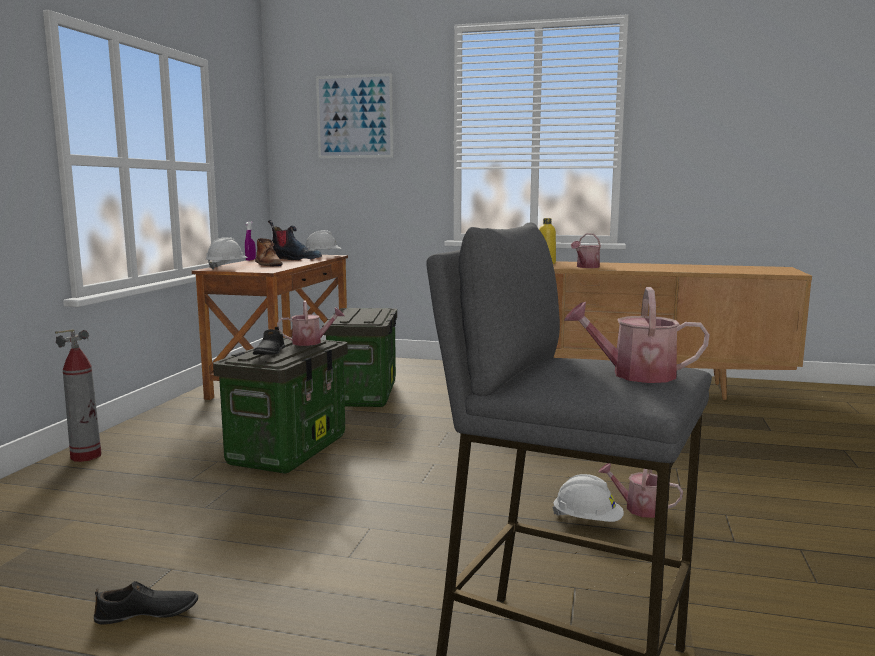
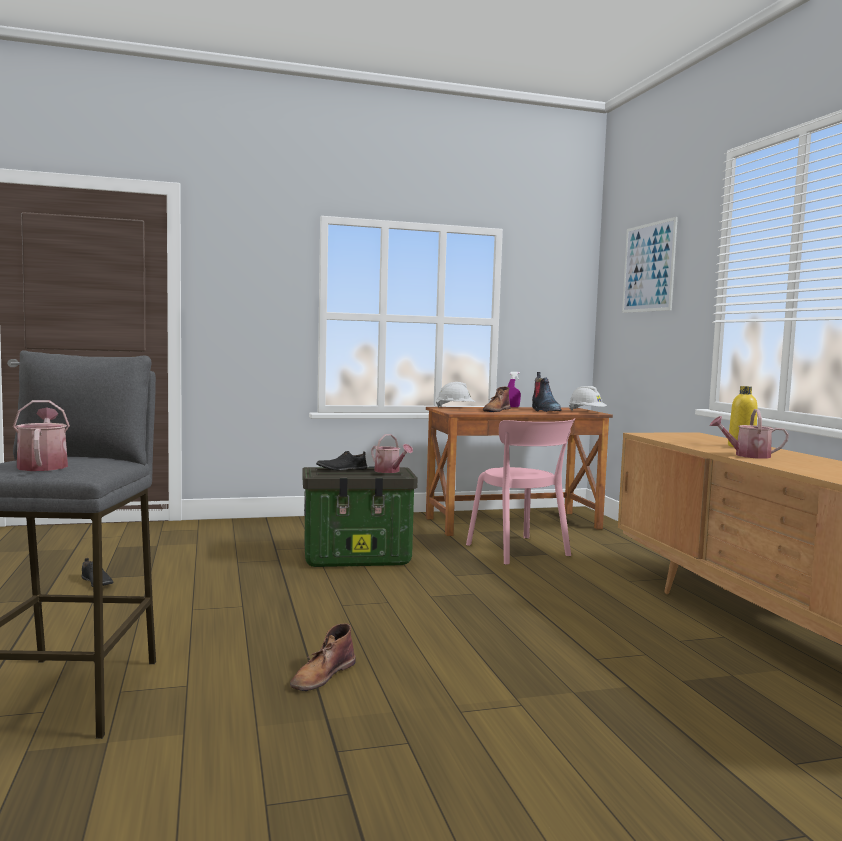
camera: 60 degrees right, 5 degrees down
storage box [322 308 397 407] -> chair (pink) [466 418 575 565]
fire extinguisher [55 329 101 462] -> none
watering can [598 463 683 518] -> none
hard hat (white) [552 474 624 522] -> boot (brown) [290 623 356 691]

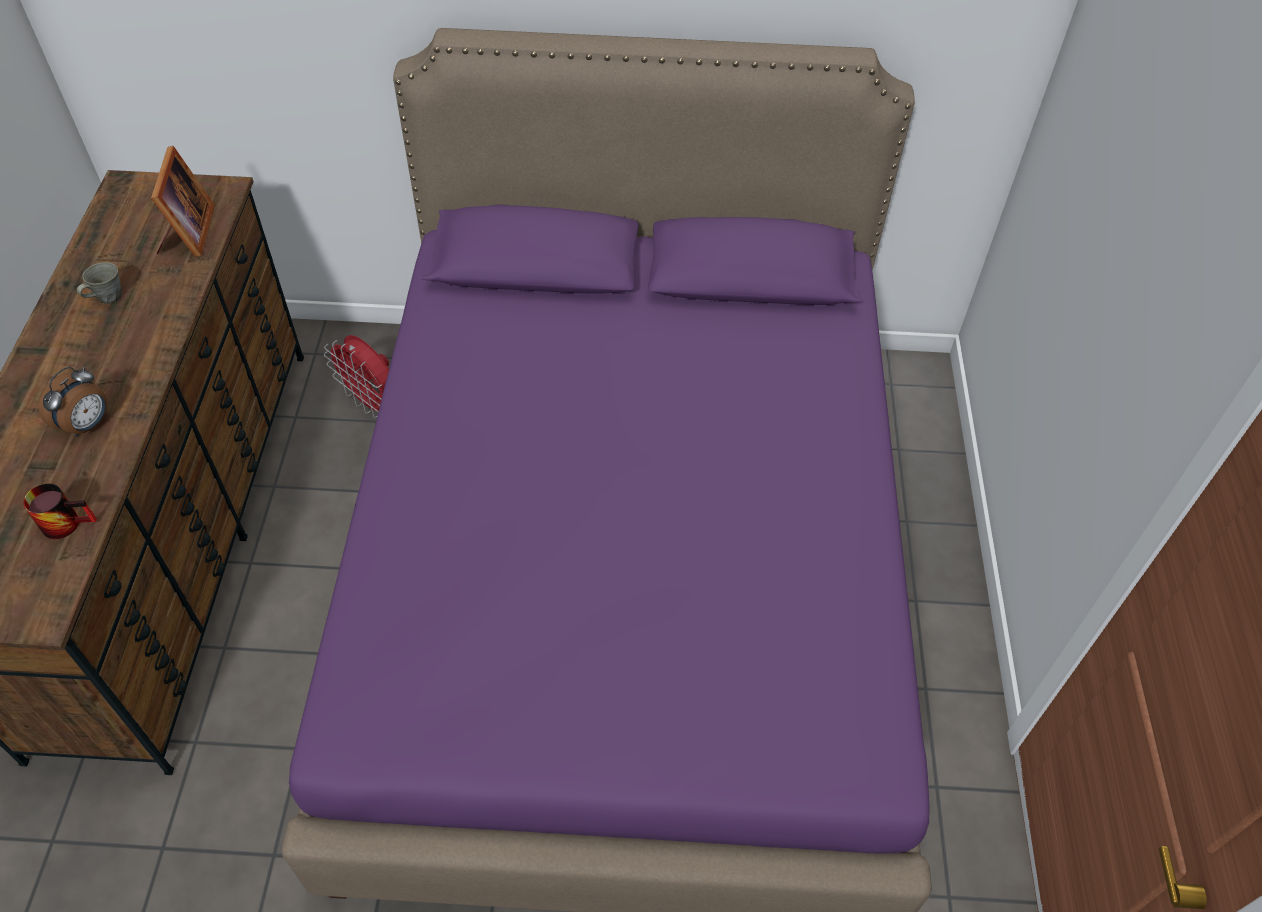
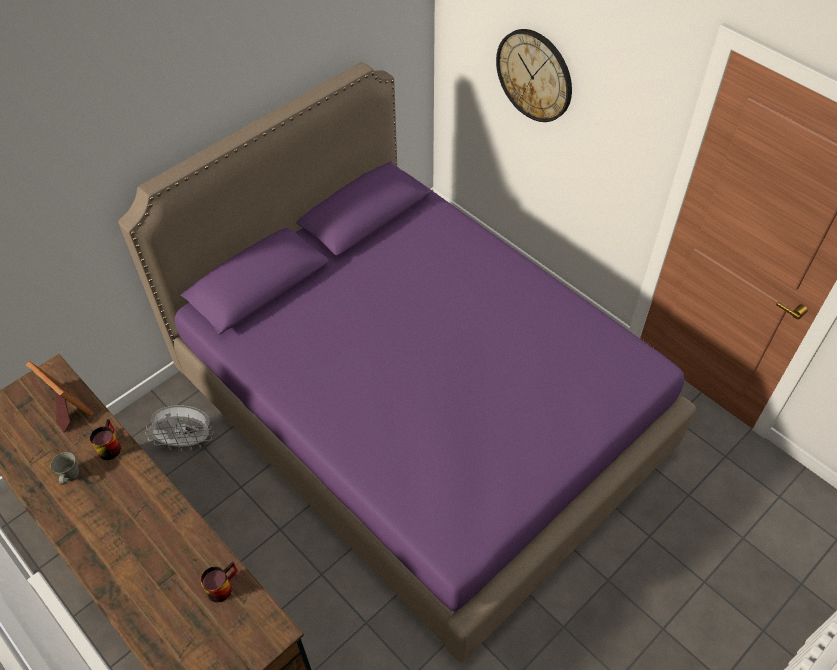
camera: 45 degrees left, 0 degrees up
fan (red) [324 335 389 418] -> fan (white) [145 405 213 451]
alarm clock [39 367 107 437] -> none
none -> wall clock [496 29 572 122]
none -> mug [90 419 121 460]

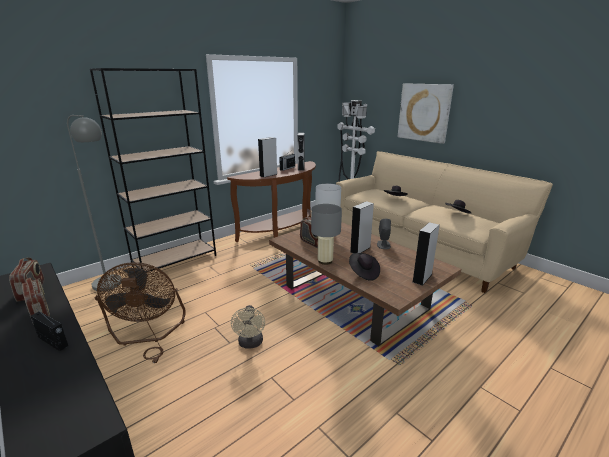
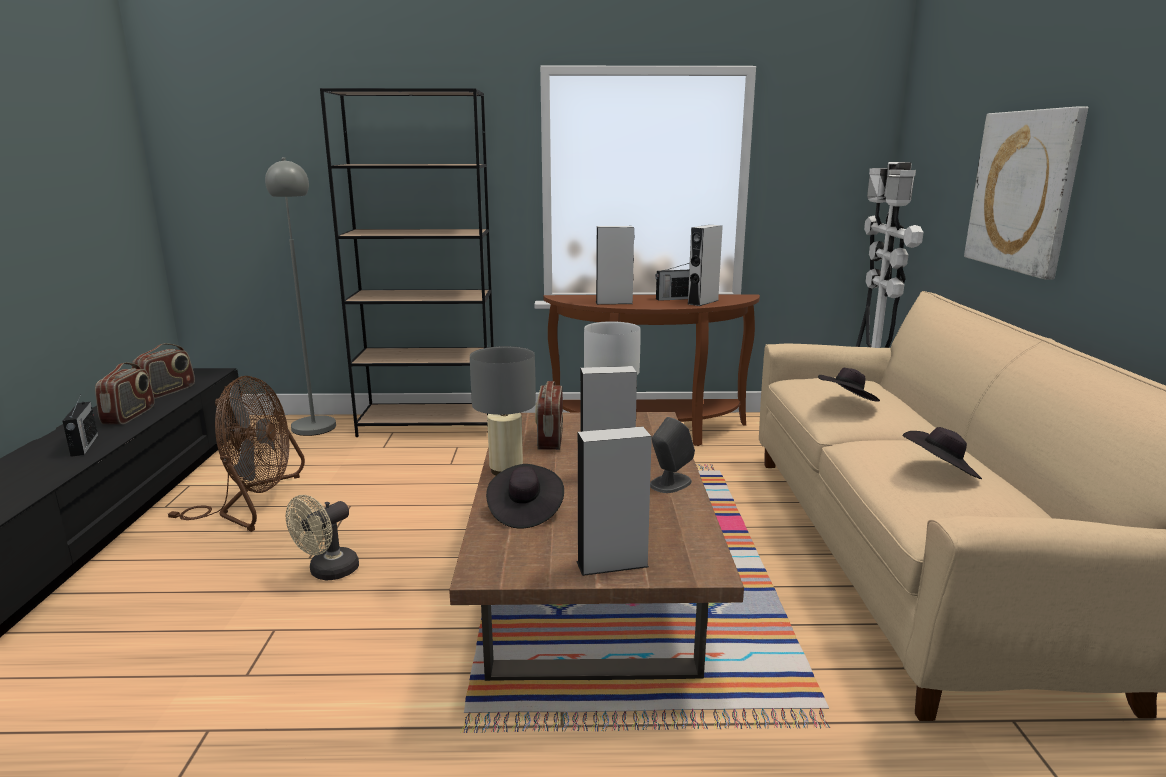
camera: 40 degrees right, 5 degrees down
fan (brown) [95 262 186 363] -> fan (brown) [167 376 305 532], 60 degrees clockwise

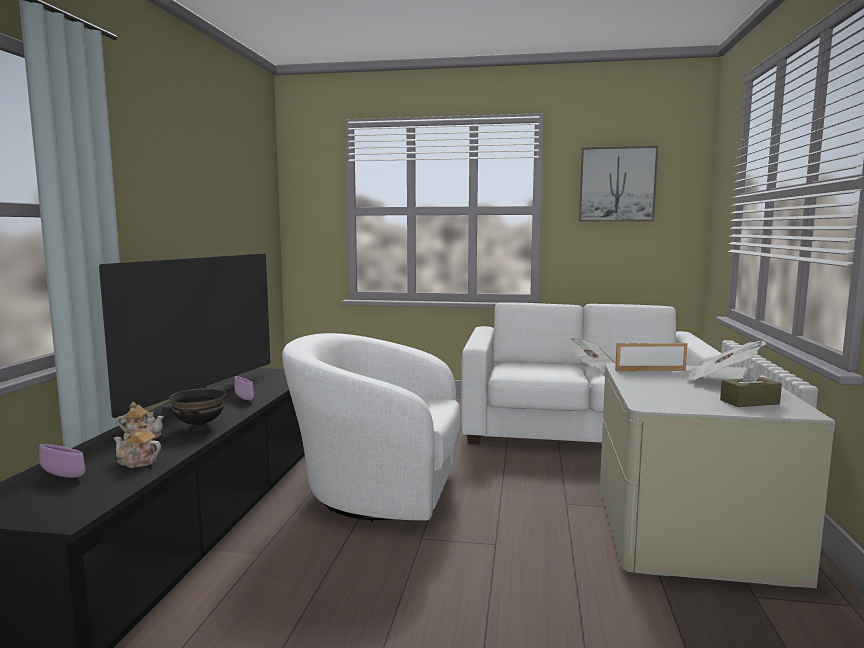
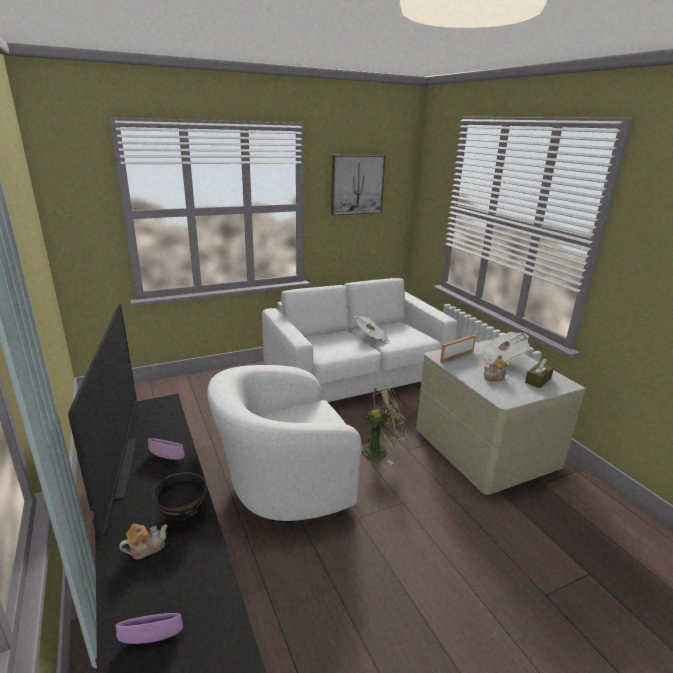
camera: 35 degrees left, 15 degrees up
teapot [114 422 161 468] -> teapot [484 355 509 381], shifted
none -> fan (green) [361 385 407 465]

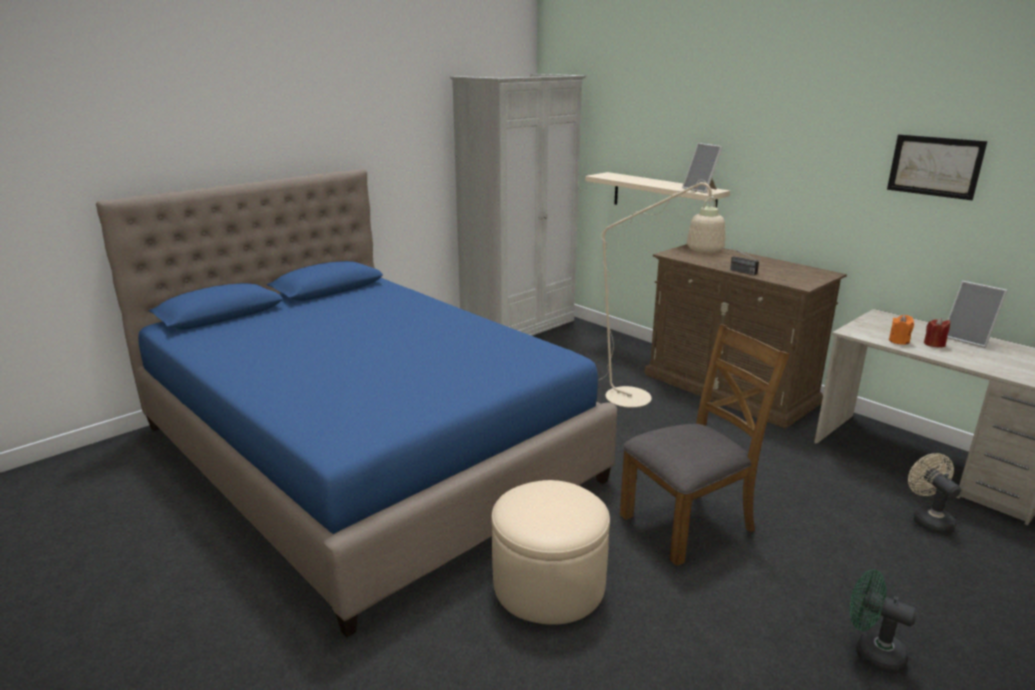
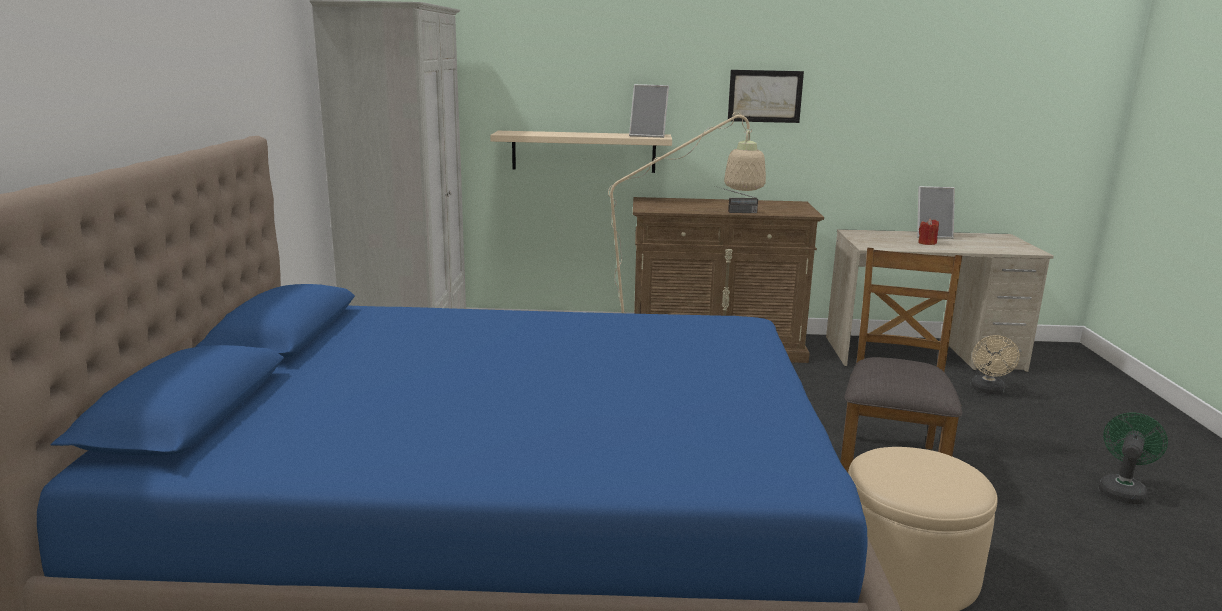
camera: 45 degrees left, 5 degrees down
picture [887 134 987 200] -> picture [728 70 804 123], shifted
candle (orange) [889 315 914 345] -> none
fan (beige) [908 453 961 534] -> fan (beige) [971 335 1020 394], 105 degrees counterclockwise
fan (green) [850 569 917 674] -> fan (green) [1099 413 1168 504], 135 degrees clockwise

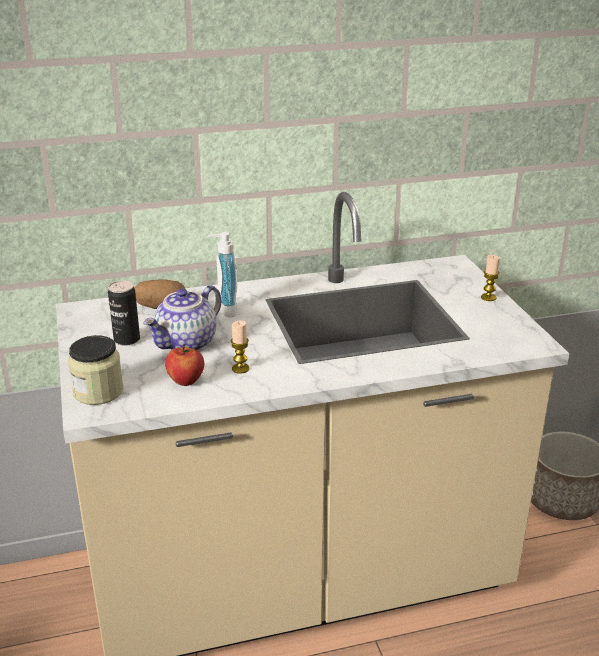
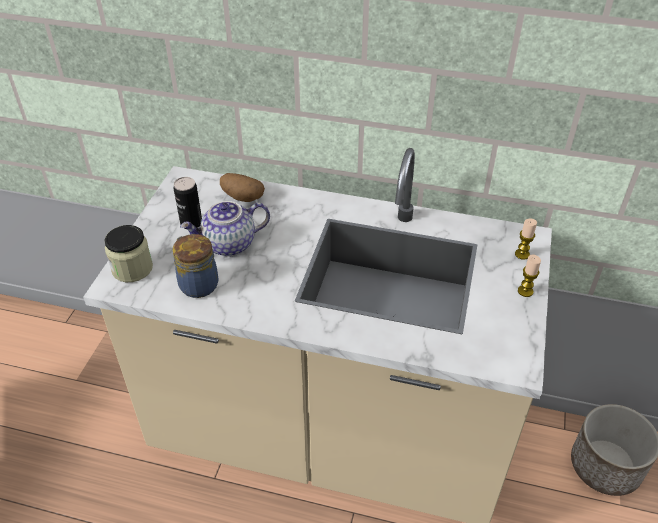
camera: 30 degrees right, 15 degrees up
soap dispenser [207 232 238 318] -> none
candle [230 320 250 374] -> candle [515 219 537 260], shifted
apple [165 344 204 386] -> jar [173 234 219 298]

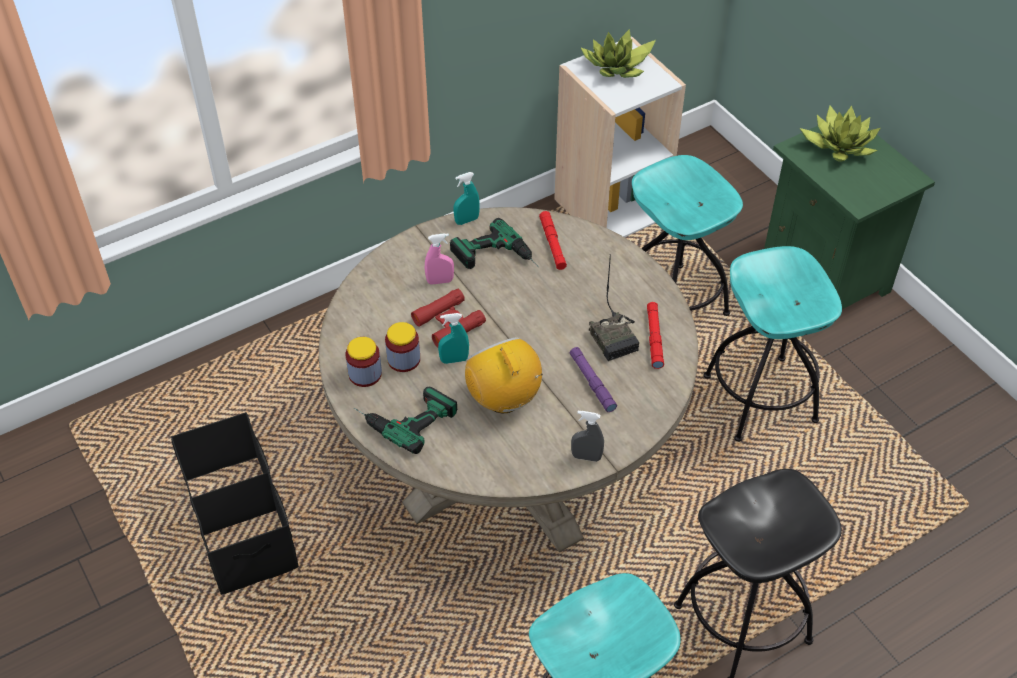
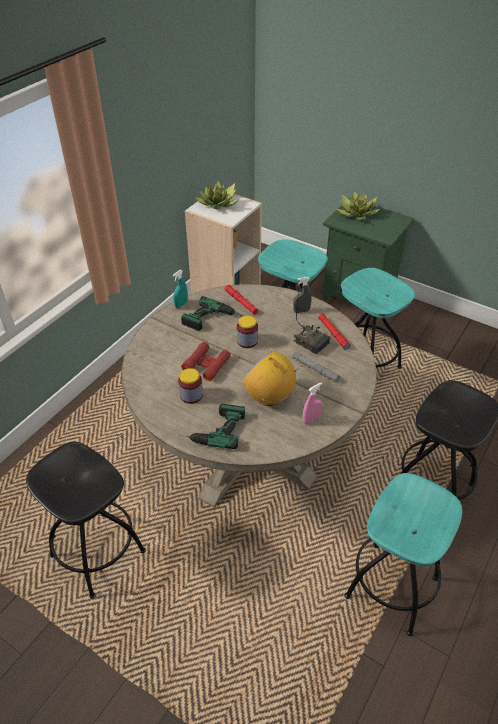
camera: 25 degrees left, 5 degrees down
spray bottle (pink) [425 233 454 285] -> spray bottle (pink) [303 382 322 424], shifted
spray bottle (turquoise) [438 313 469 364] -> none
jar [346 337 382 387] -> jar [237 316 258 348], shifted
flashlight (purple) [570 347 617 412] -> flashlight (grey) [292 352 340 383]
spray bottle (grey) [571 411 604 462] -> spray bottle (grey) [293 277 312 313], shifted
storage box (black) [171 412 299 595] -> stool (black) [26 442 146 599]

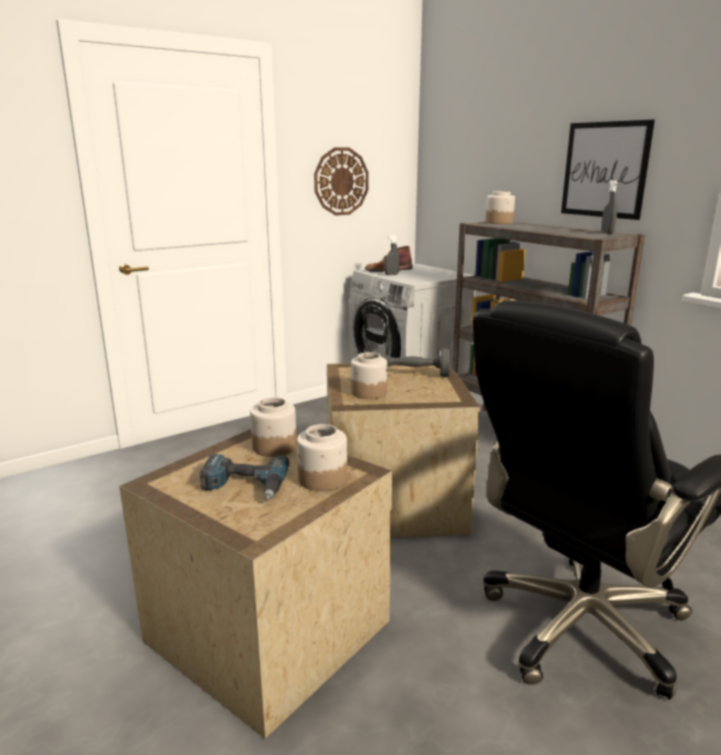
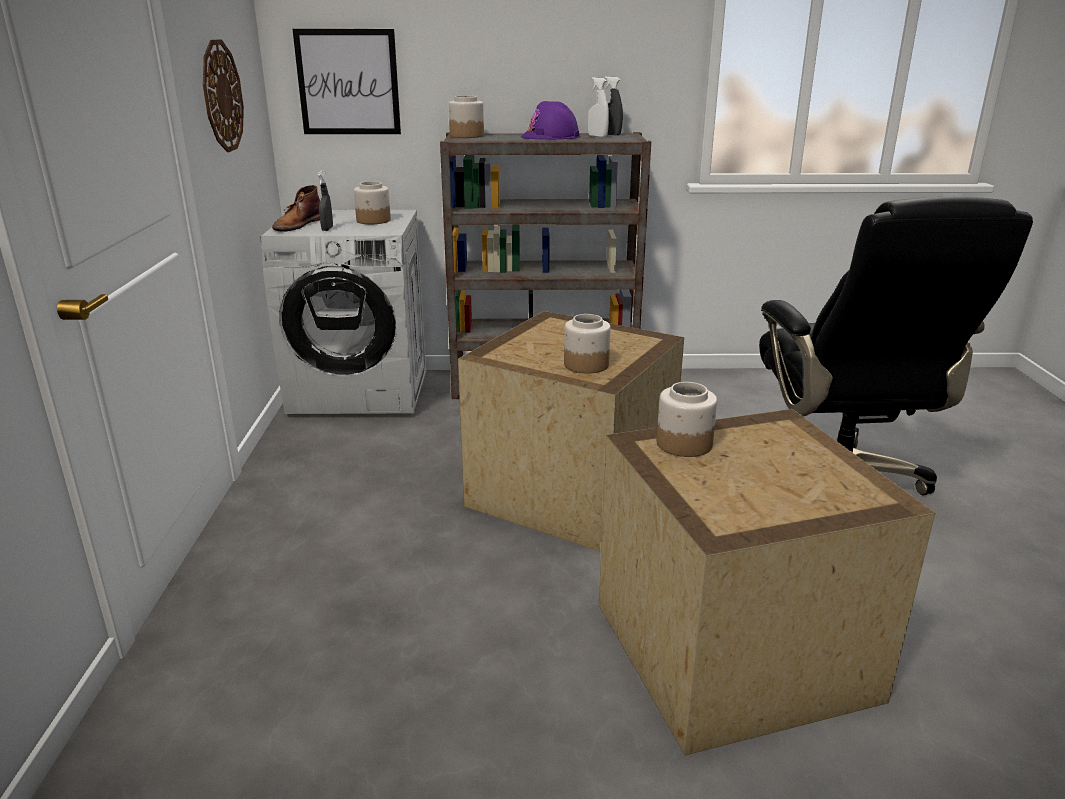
camera: 55 degrees left, 5 degrees up
picture [561 120 655 220] -> picture [293 29 401 134], shifted
dumbbell (grey) [377 346 451 377] -> none
jar [297 424 347 491] -> jar [354 181 391 224], shifted
power drill [199 454 289 500] -> none
none -> spray bottle (white) [588 77 609 137]
none -> hard hat (purple) [521 101 581 139]

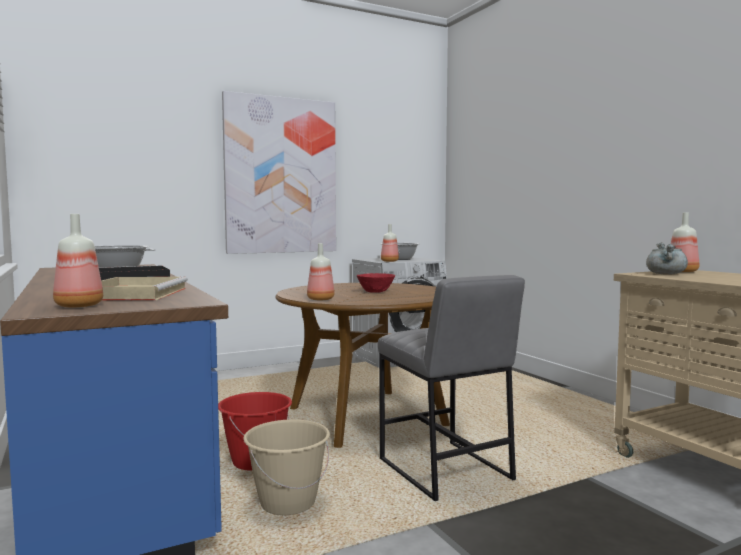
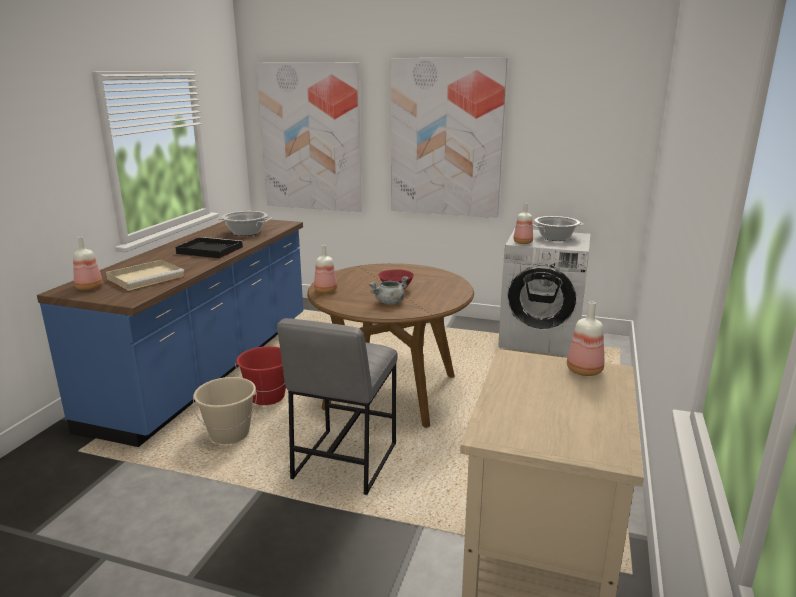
camera: 45 degrees right, 15 degrees up
cooking pot (grey) [646 242 688 275] -> cooking pot (grey) [368 276 409 305], shifted
none -> picture [256 63 362 212]

